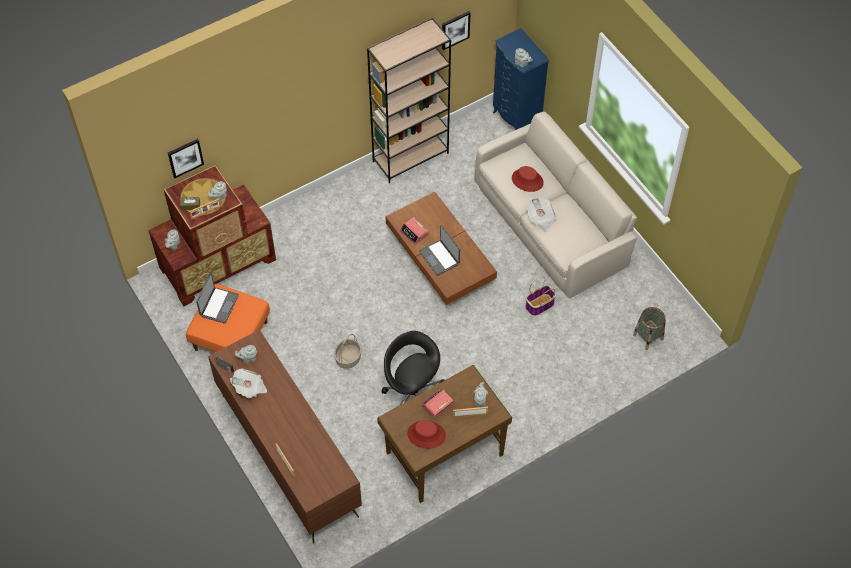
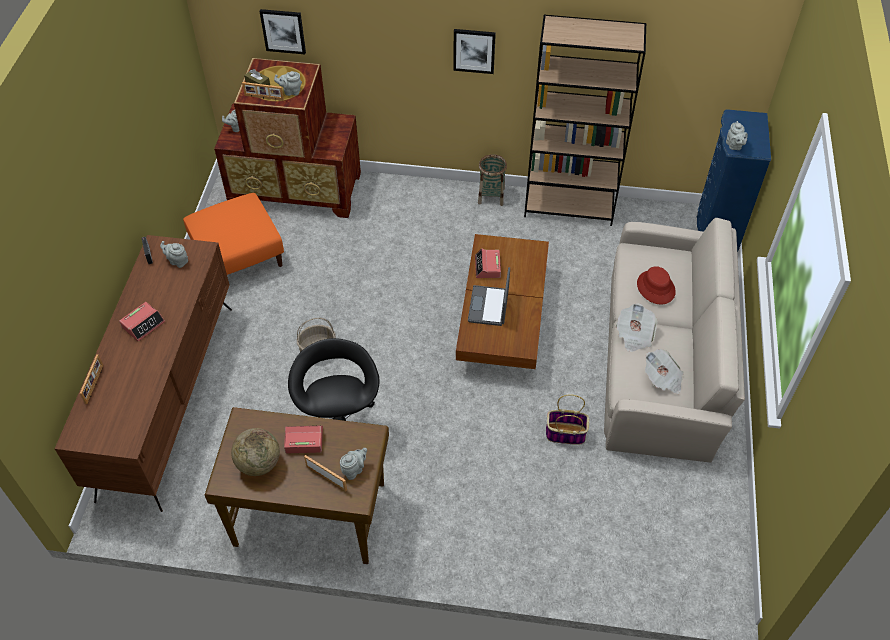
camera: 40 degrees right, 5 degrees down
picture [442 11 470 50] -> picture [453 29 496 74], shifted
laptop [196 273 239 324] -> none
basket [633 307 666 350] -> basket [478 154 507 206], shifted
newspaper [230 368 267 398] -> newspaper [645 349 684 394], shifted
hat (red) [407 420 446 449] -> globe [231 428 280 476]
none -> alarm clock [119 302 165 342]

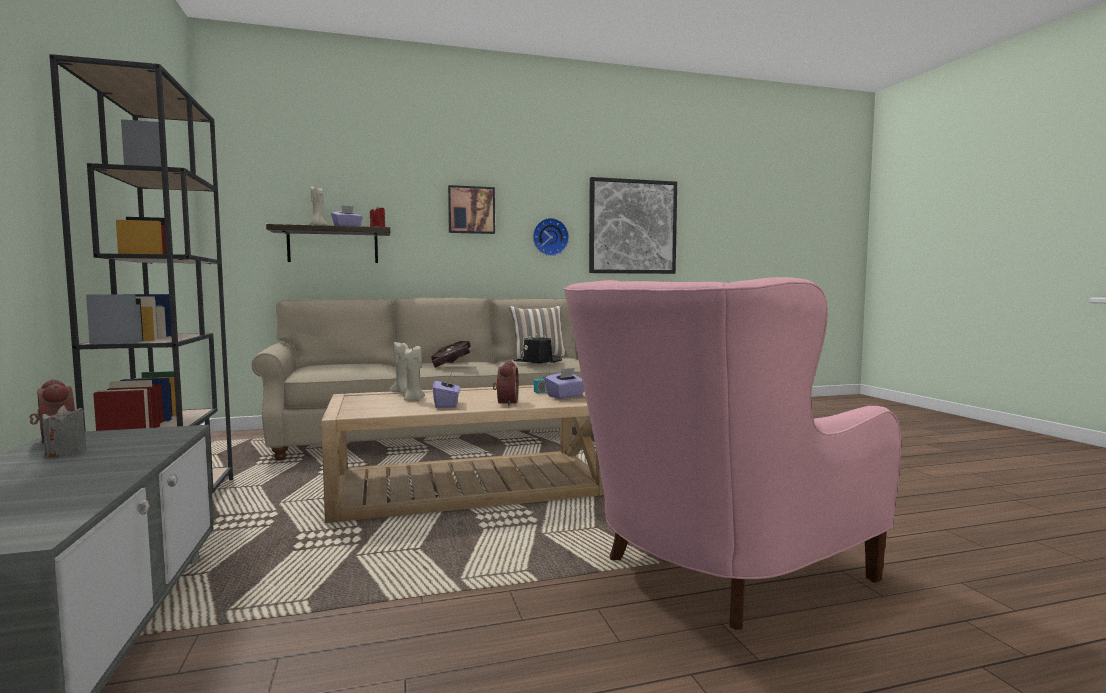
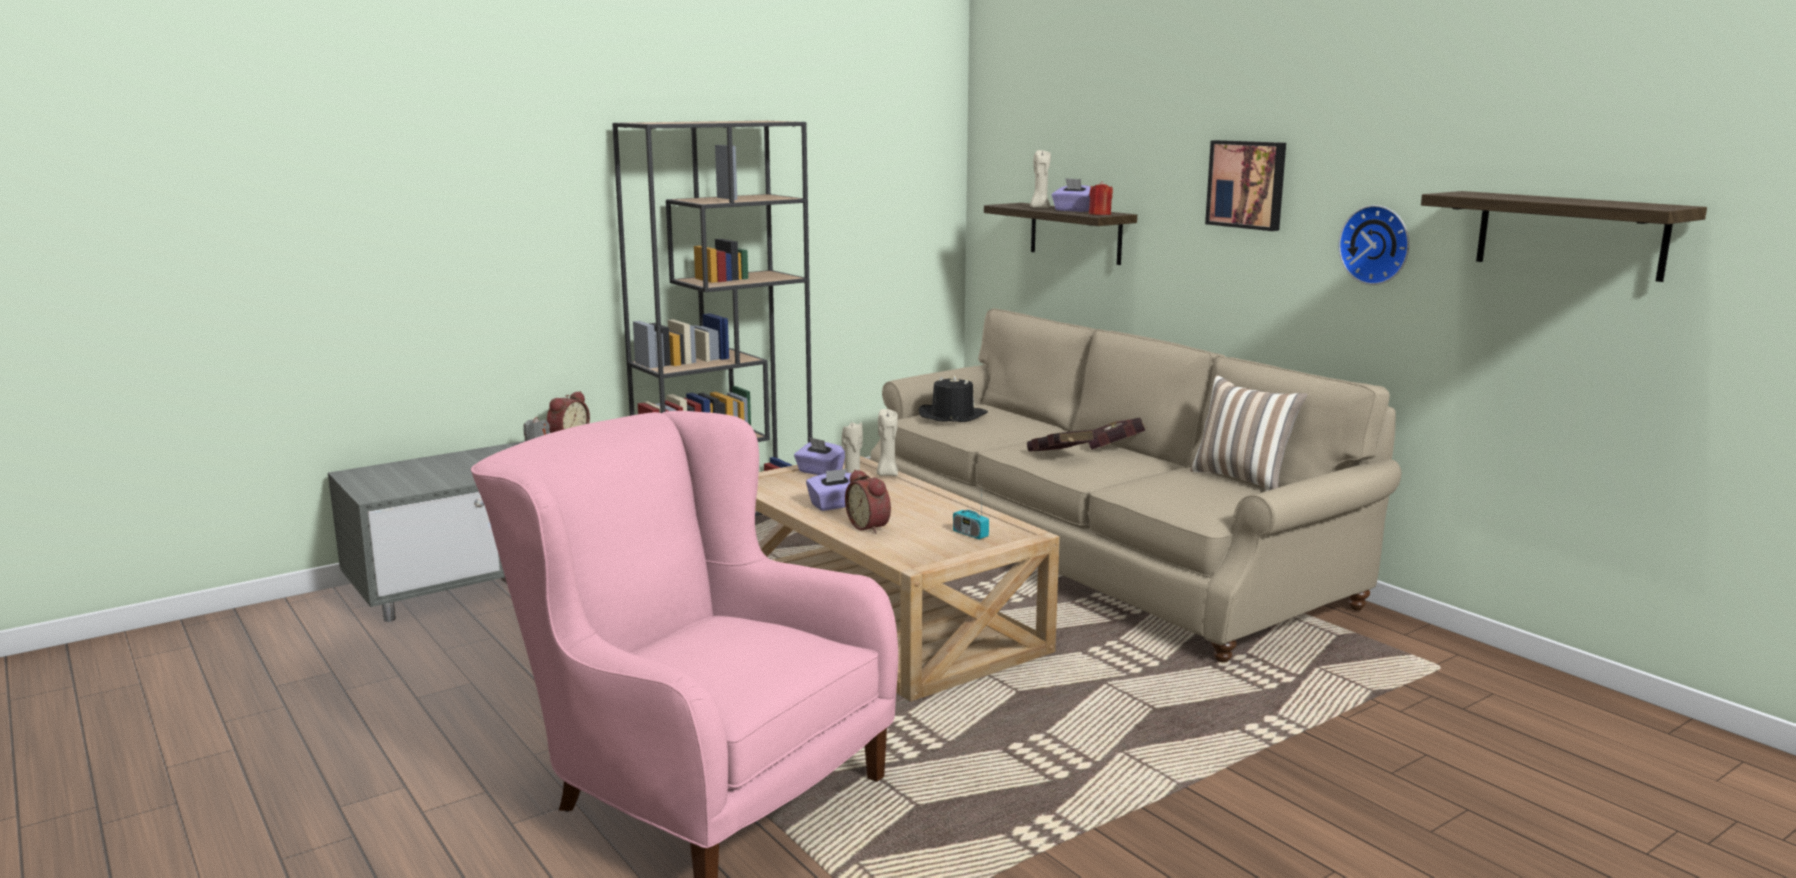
camera: 70 degrees right, 10 degrees up
picture [589 177 677 274] -> shelf [1421 191 1707 282]
hat (black) [514 333 562 363] -> hat (black) [919 374 988 422], shifted
alarm clock [493 361 519 406] -> alarm clock [845 469 891 534], 75 degrees clockwise
tissue box (purple) [544 368 584 399] -> tissue box (purple) [794 437 845 475], shifted

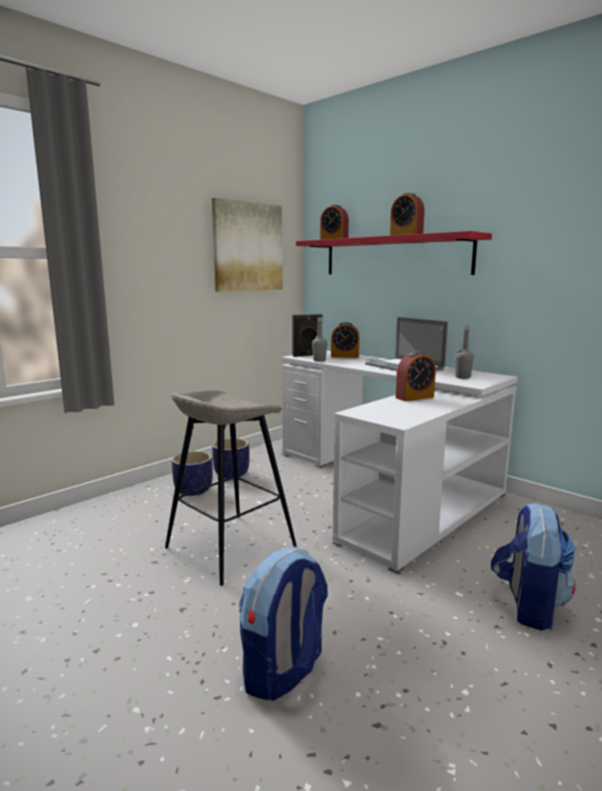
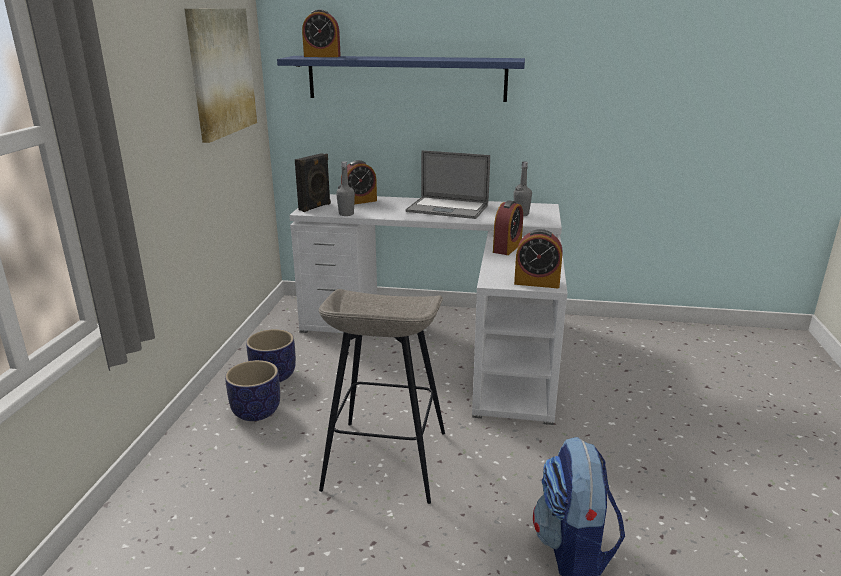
camera: 35 degrees left, 10 degrees up
alarm clock [390 192 425 236] -> alarm clock [514 229 563 288], shifted
shelf (red) [296 231 492 275] -> shelf (blue) [277 56 525 102]
backpack [491 502 575 631] -> none

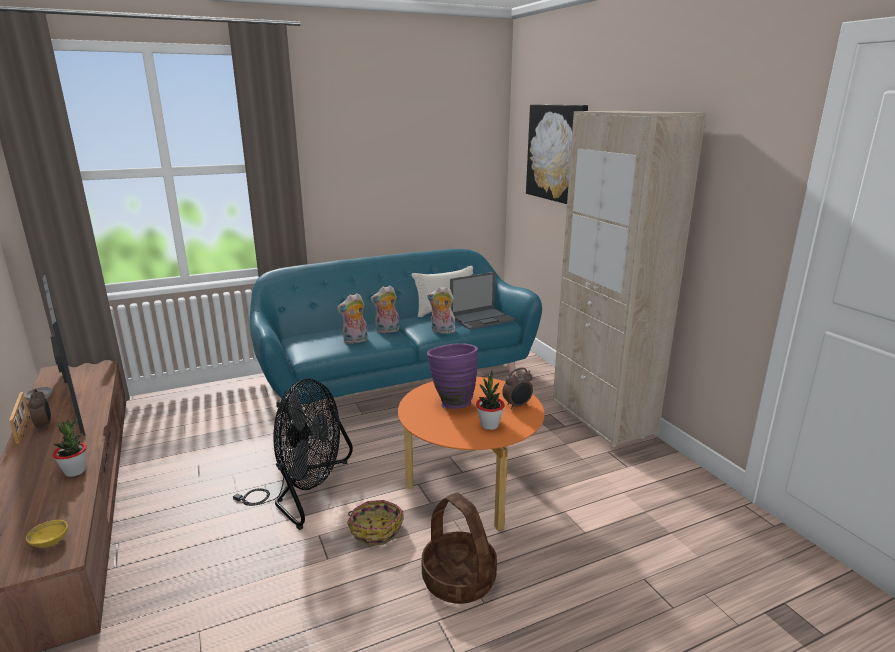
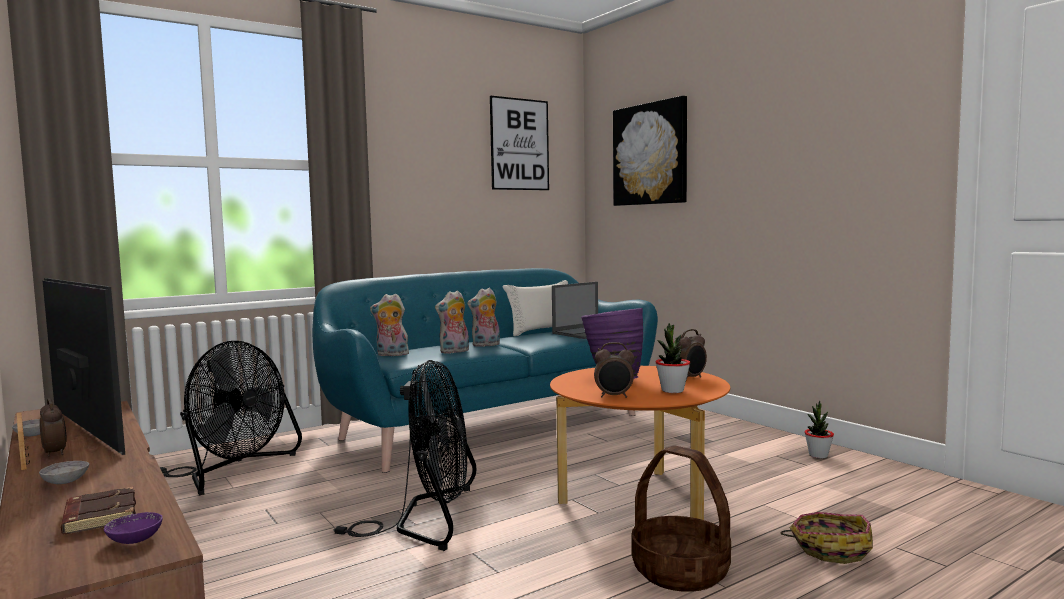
camera: 10 degrees left, 15 degrees down
cabinet (beige) [553 111 706 447] -> none
plush toy [427 286 456 334] -> plush toy [370 294 409 356], shifted
potted plant [53 417 87 477] -> potted plant [804 401 834 458], shifted
basket [347 500 404 546] -> basket [781 512 873 564], shifted
bowl (yellow) [26 520 68 548] -> bowl (purple) [104 512 163 544]
none -> picture [490 96 549 190]
none -> fan (black) [160 341 302 495]
none -> alarm clock [594 342 634 398]
none -> bowl (grey) [39 461 89 484]
none -> book (brown) [61 487 136 534]

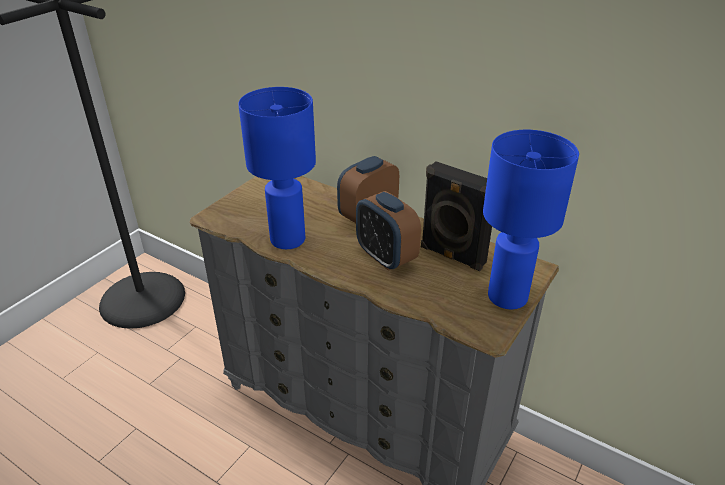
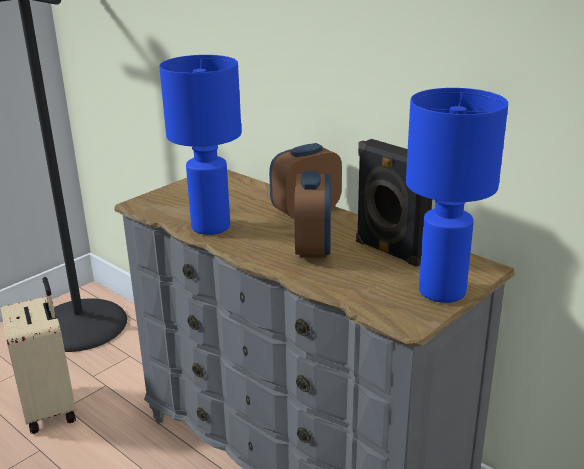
camera: 10 degrees right, 10 degrees down
alarm clock [356 191 421 271] -> alarm clock [294 171 331 258], 150 degrees counterclockwise
none -> suitcase (beige) [1 277 76 434]

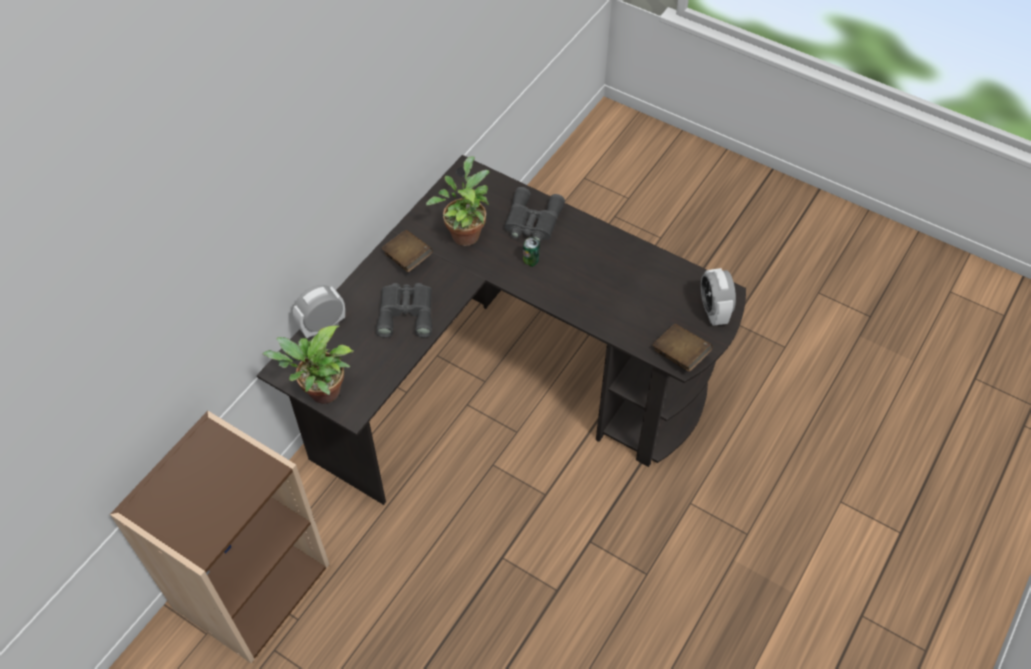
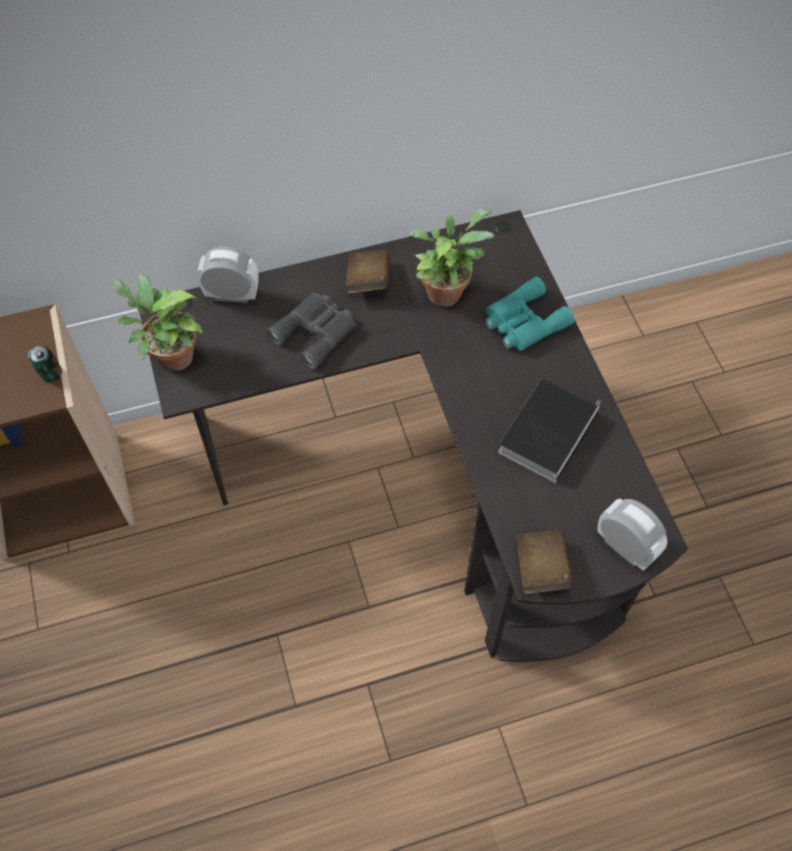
camera: 40 degrees right, 5 degrees up
binoculars (grey) [504 187 565 242] -> binoculars (turquoise) [486 277 574 351]
can [523 237 540 267] -> can [27 346 62 382], shifted
alarm clock [701 268 736 326] -> alarm clock [597 499 667 571], 105 degrees clockwise
none -> book [498 379 601 483]

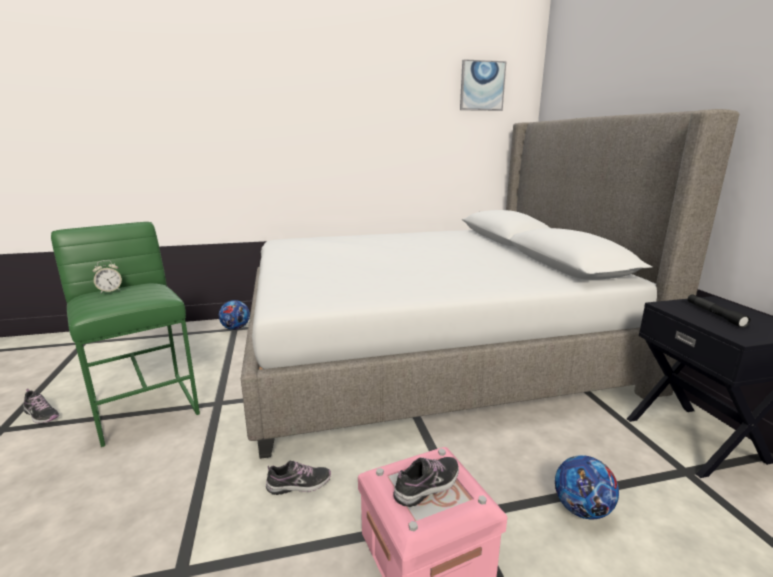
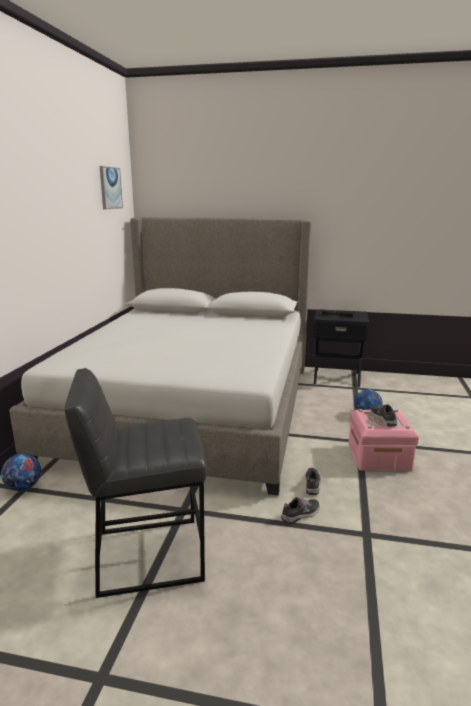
camera: 65 degrees left, 0 degrees up
stool (green) [51 222 200 447] -> stool (grey) [64 368 207 598]
alarm clock [93 260 122 294] -> none
shoe [23 389 59 423] -> shoe [281 497 320 524], shifted

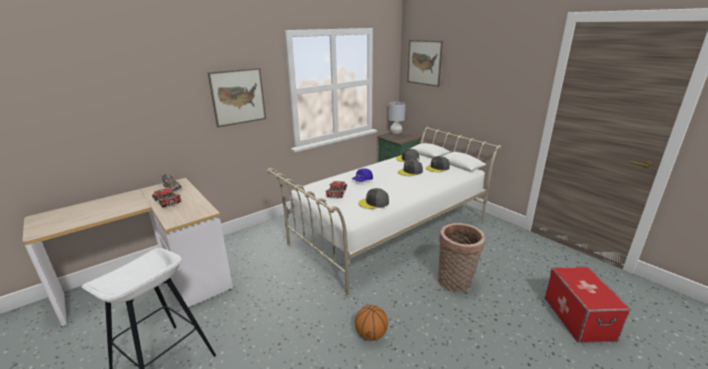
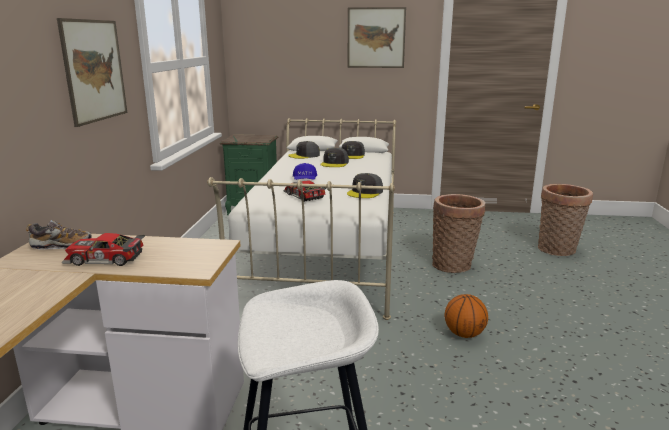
camera: 45 degrees left, 5 degrees down
picture [407 40 443 87] -> picture [347 7 406 68], shifted
table lamp (grey) [388 102 406 134] -> none
storage box [545 267 631 343] -> basket [538 184 593 256]

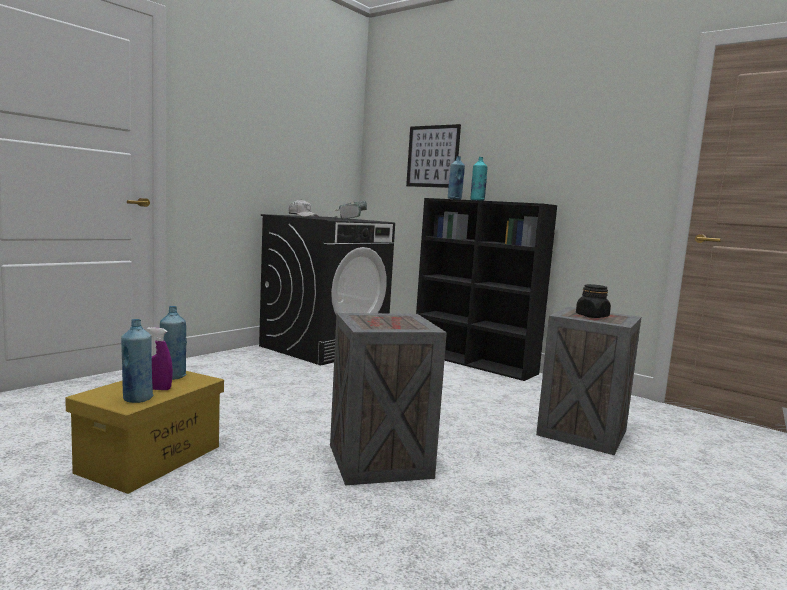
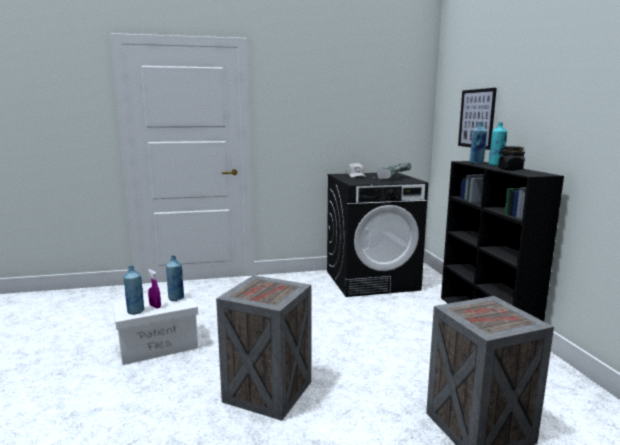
camera: 40 degrees right, 5 degrees up
jar (black) [576 284 611 318] -> jar (black) [498 146 525 170], shifted
storage box (yellow) [65 371 224 494] -> storage box (white) [113 290 198 365]

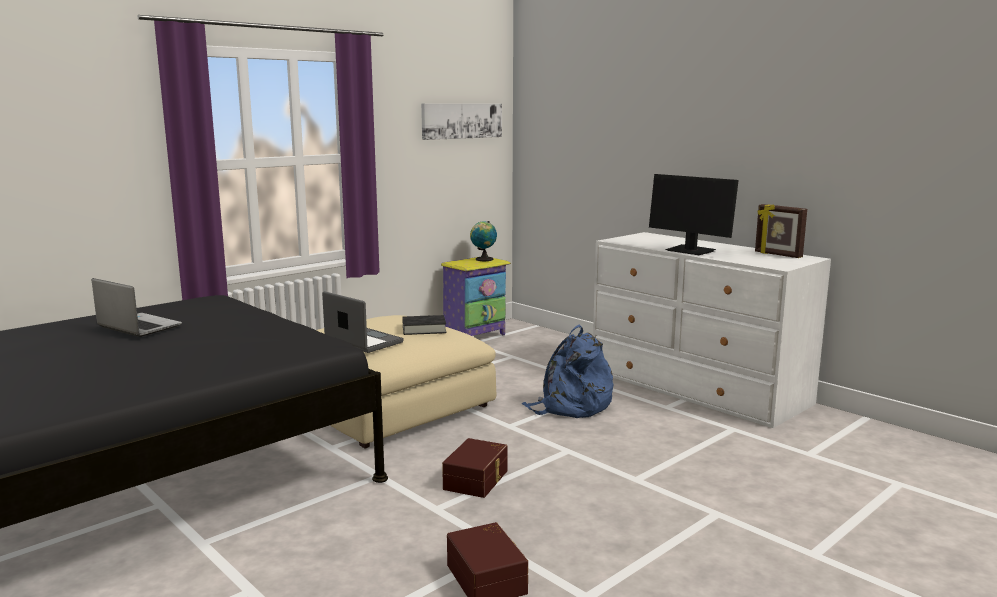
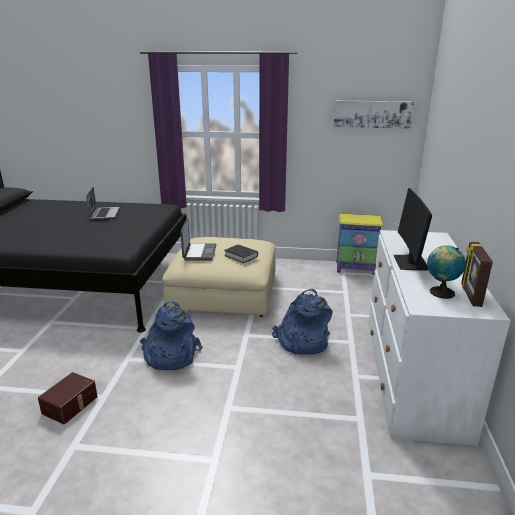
camera: 50 degrees right, 10 degrees up
globe [470 221 497 261] -> globe [427 245 466 299], shifted
storage box (brown) [442 438 508 498] -> backpack (blue) [140 301 202 370]

